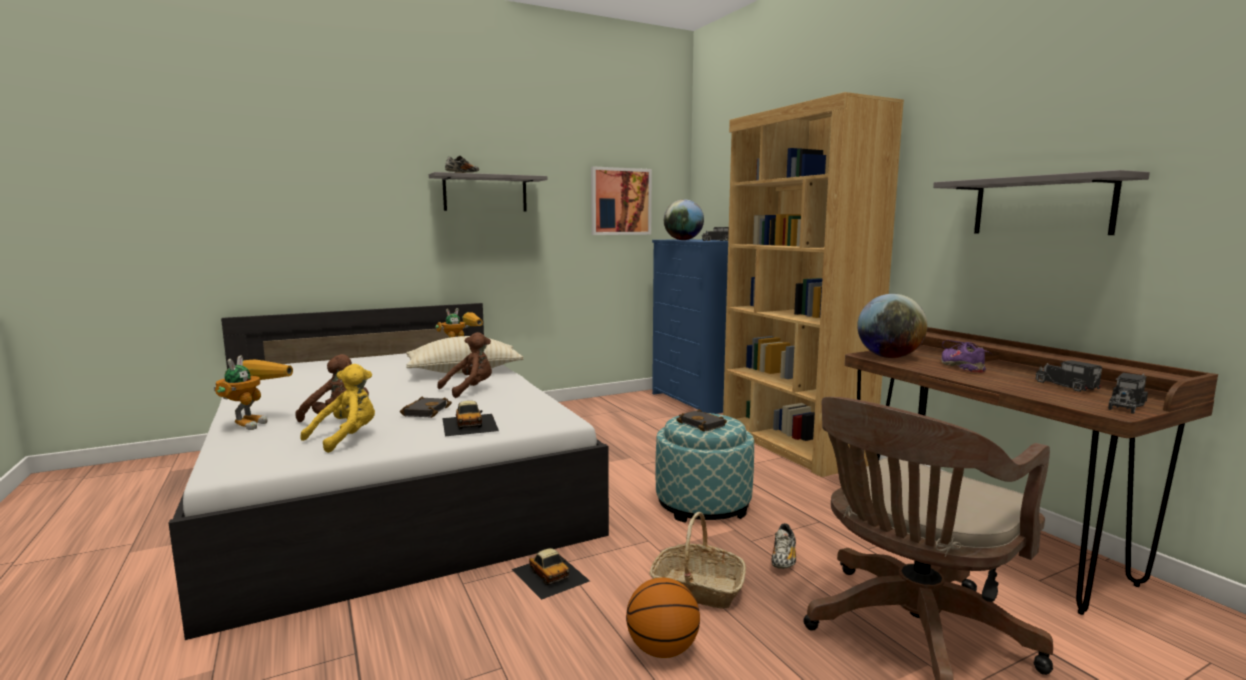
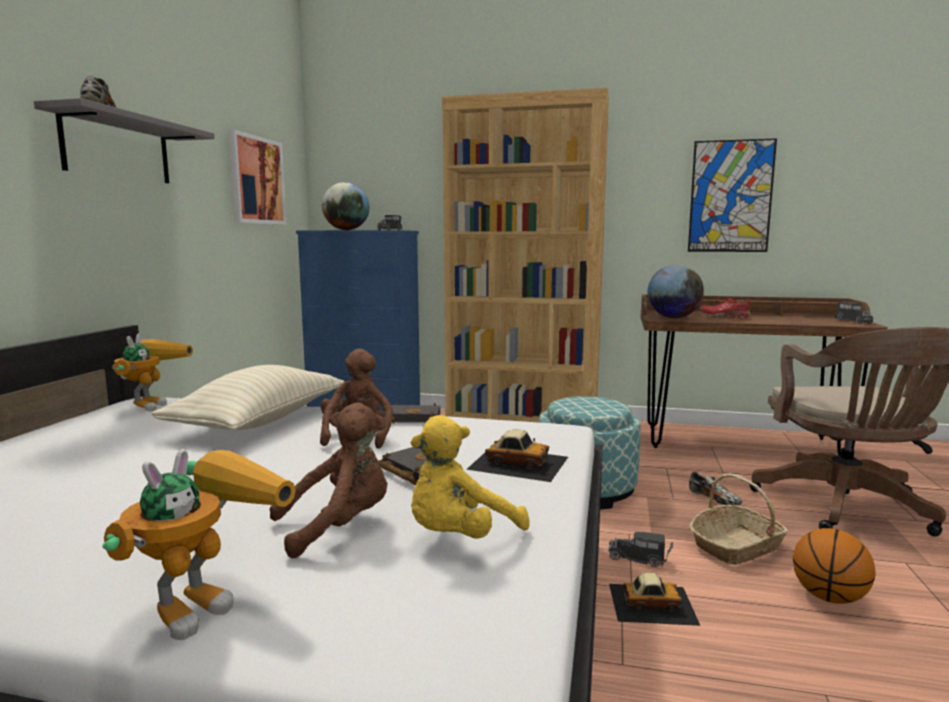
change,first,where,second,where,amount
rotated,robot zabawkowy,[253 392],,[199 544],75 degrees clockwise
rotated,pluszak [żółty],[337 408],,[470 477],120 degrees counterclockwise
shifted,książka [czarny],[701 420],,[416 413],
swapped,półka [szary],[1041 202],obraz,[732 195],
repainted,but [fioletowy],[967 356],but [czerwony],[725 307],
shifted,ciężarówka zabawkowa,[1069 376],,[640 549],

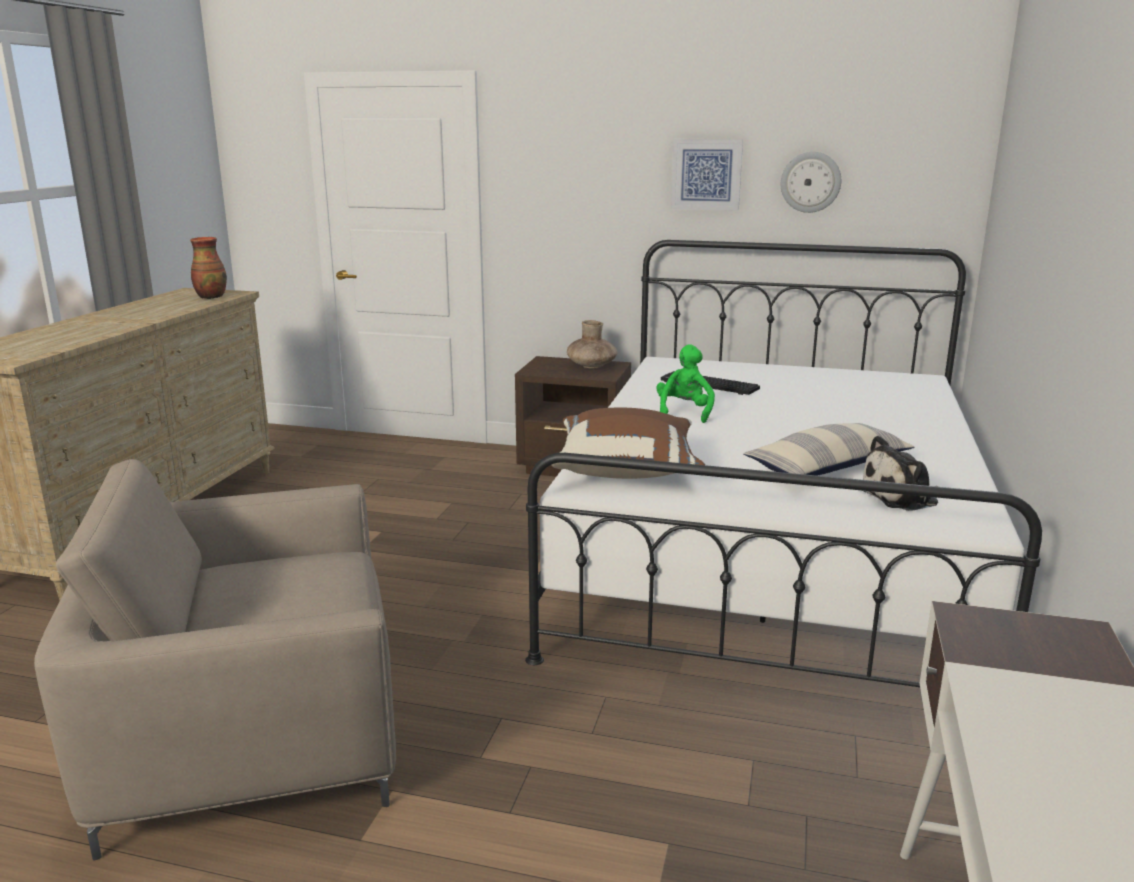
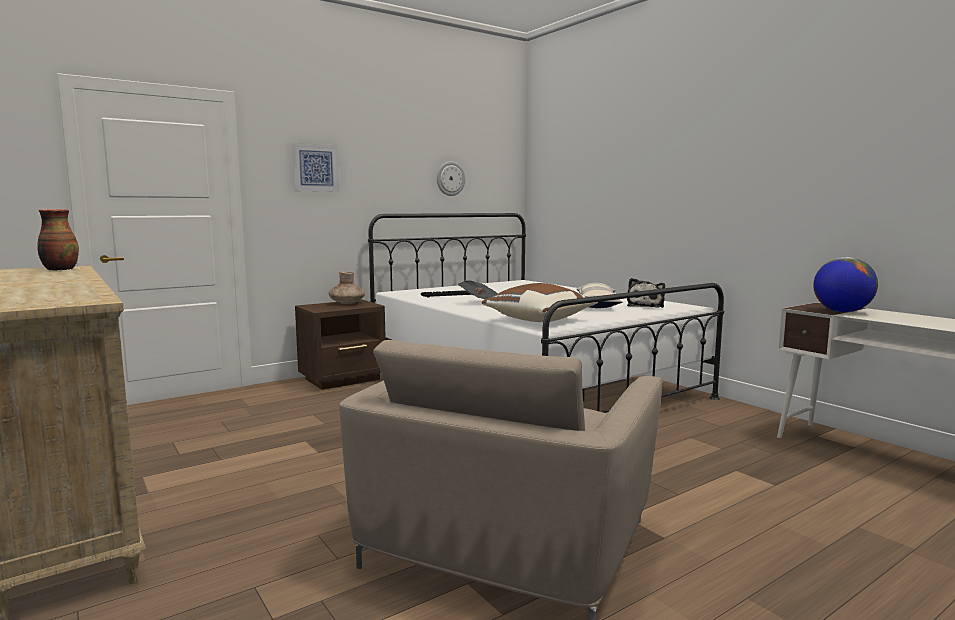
change,first,where,second,where,amount
swapped,pluszak [zielony],[685 383],gazeta,[478 289],
shifted,obraz,[707 175],,[315 167],
new,,,globus,[845 284],

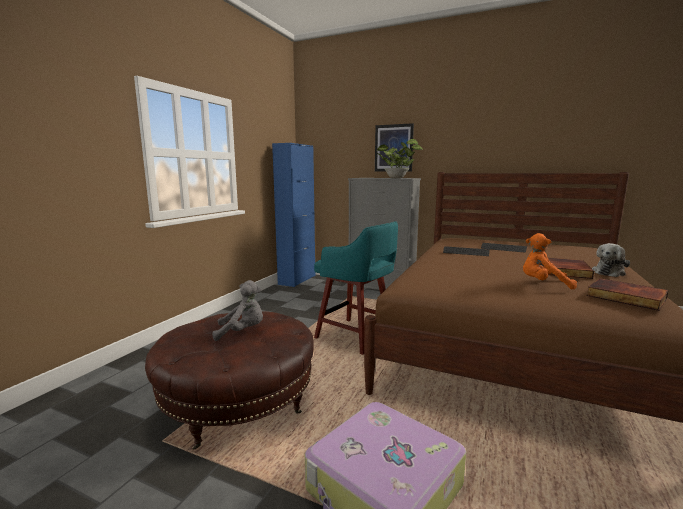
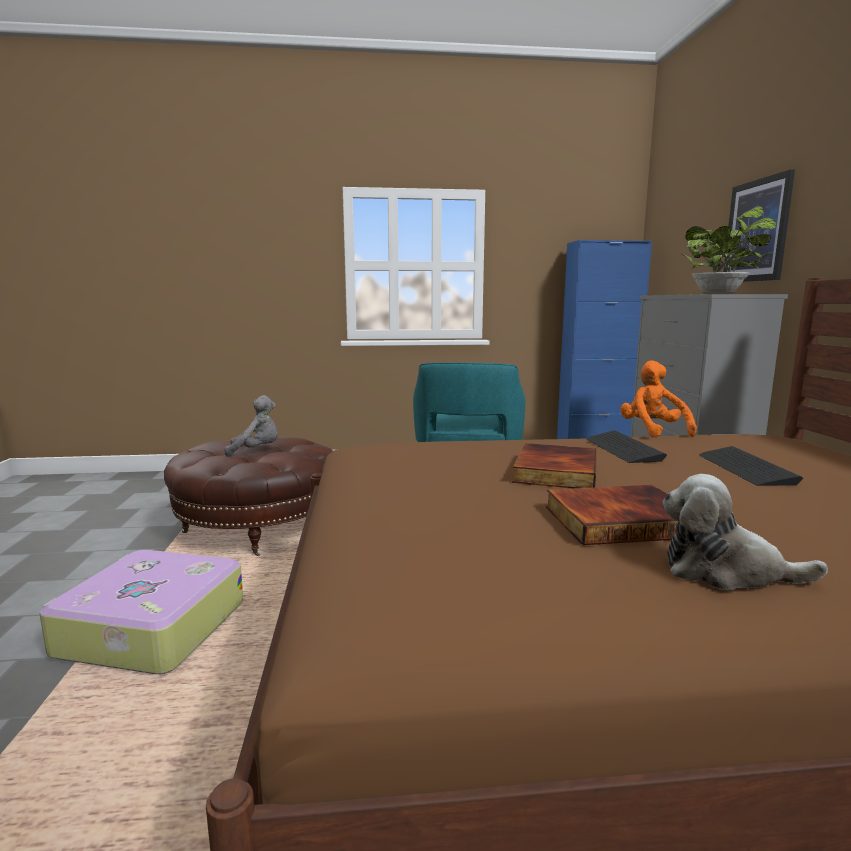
change,first,where,second,where,amount
rotated,pluszak [szary],[237 310],,[251 426],60 degrees counterclockwise
shifted,pluszak [pomarańczowy],[550 261],,[658 399],
shifted,książka,[628 294],,[554 465],

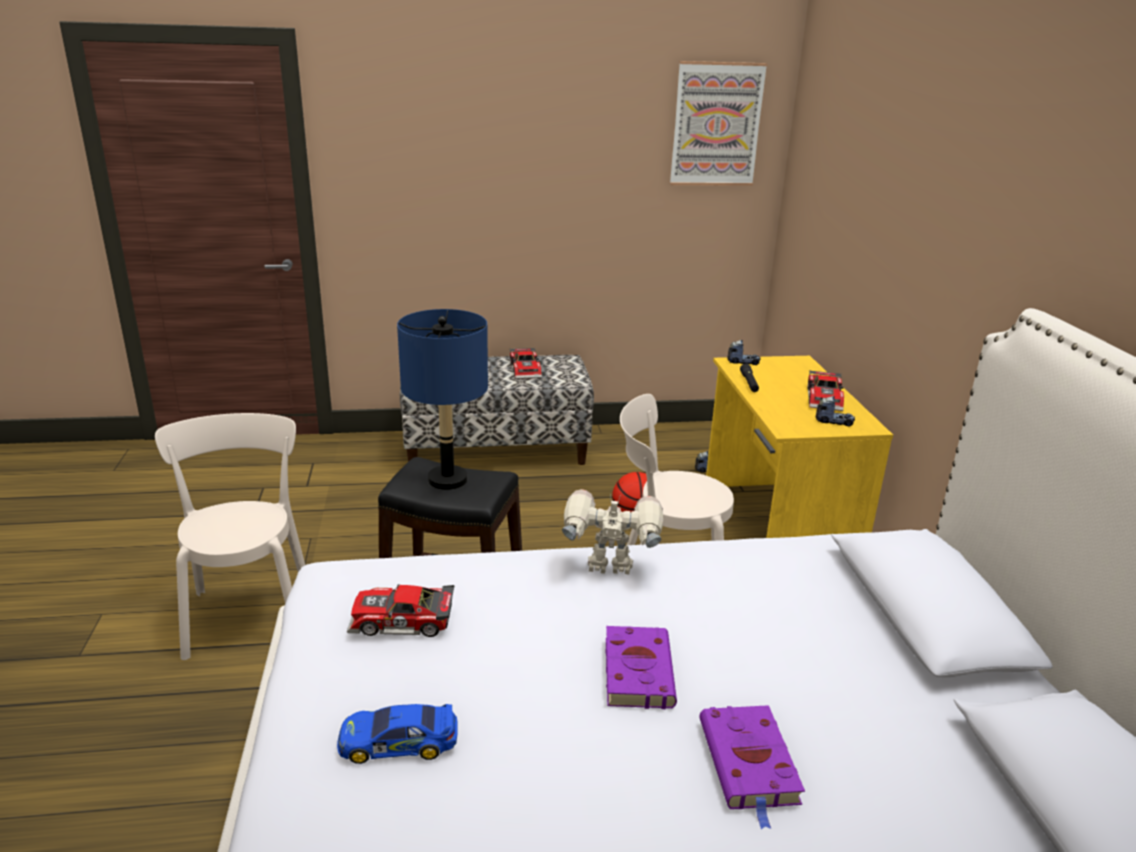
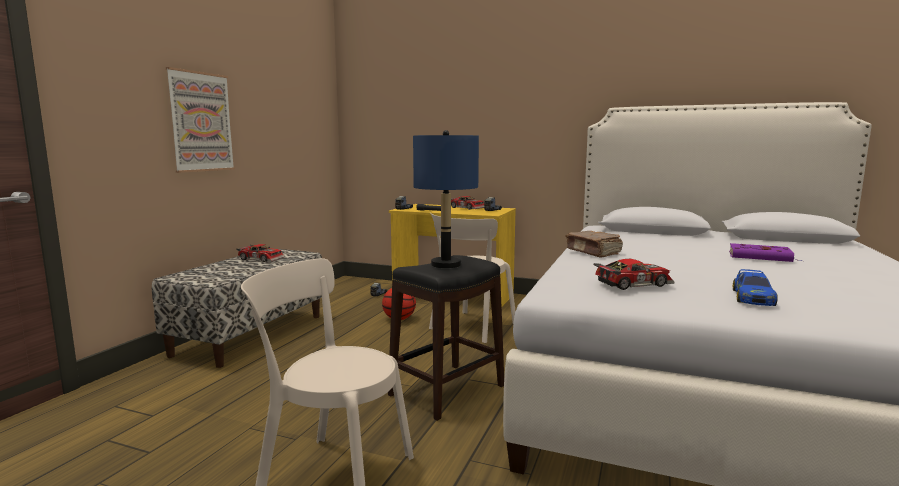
change,first,where,second,where,amount
rotated,samochodzik,[401 610],,[634 274],135 degrees counterclockwise
swapped,robot zabawkowy,[612 532],książka [brązowy],[594 244],
gone,książka [fioletowy],[641 667],,,
shifted,obraz,[718 123],,[200 120],

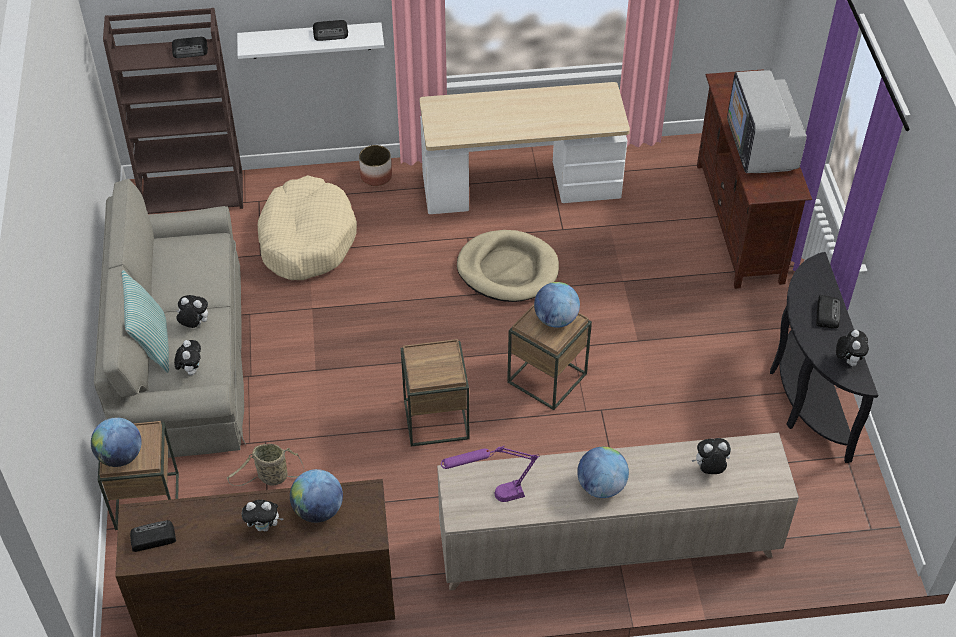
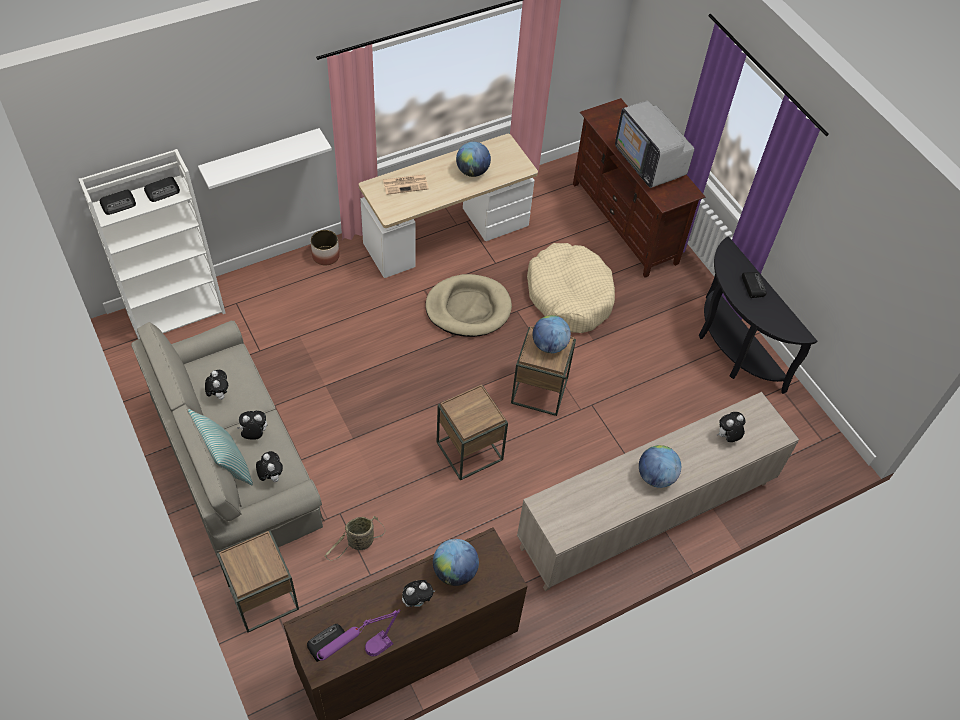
change,first,where,second,where,amount
shifted,globus,[116 442],,[473 159],
repainted,regał [brązowy],[173 111],regał [biały],[152 244],
shifted,legowisko [beżowy],[307 227],,[571 288],
shifted,radio,[330 30],,[118 202],
shifted,lampa stołowa [fioletowy],[490 474],,[358 635],
shifted,pluszak,[852 348],,[216 385],
new,,,gazeta,[406 184],

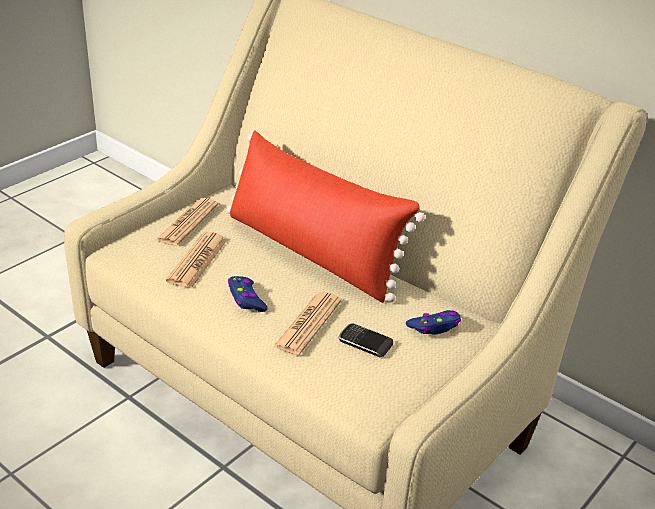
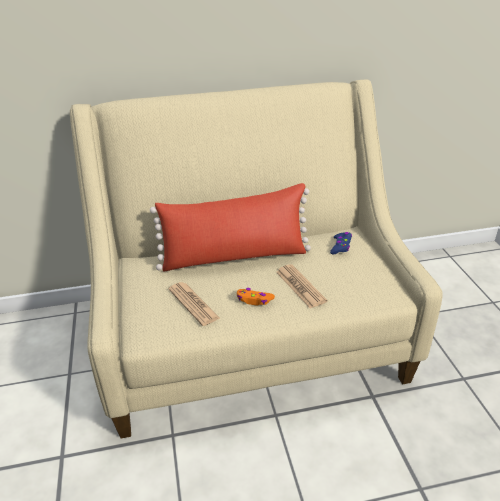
change,first,where,second,where,amount
gone,gazeta,[187 222],,,
repainted,pad do gier [niebieski],[248 294],pad do gier [pomarańczowy],[256 296],
gone,telefon,[365 340],,,

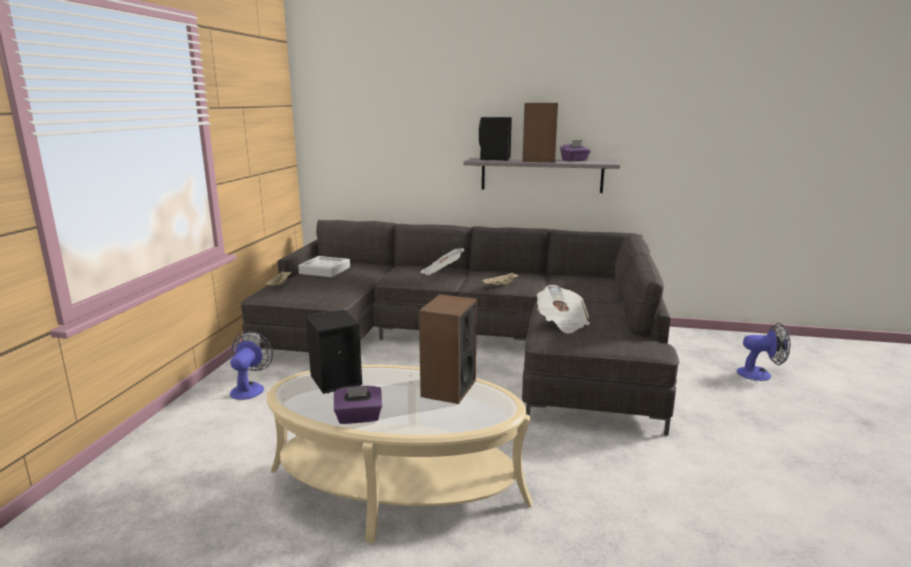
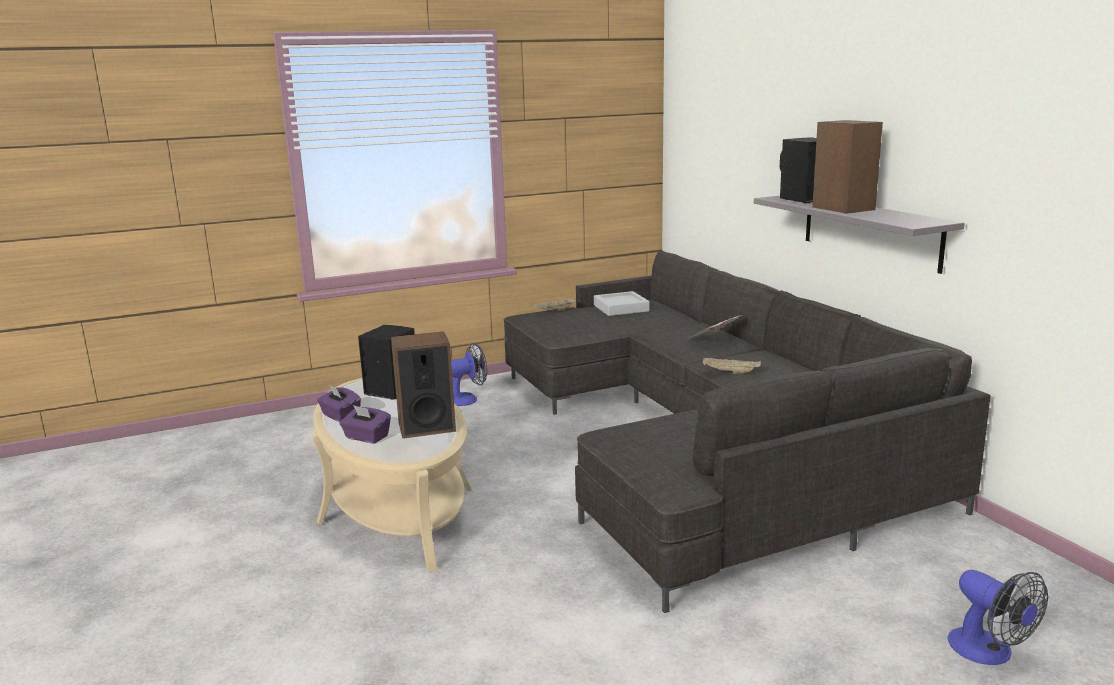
change,first,where,second,where,amount
gone,gazeta,[563 309],,,
shifted,pudełko chusteczek [fioletowy],[575 151],,[365 424],

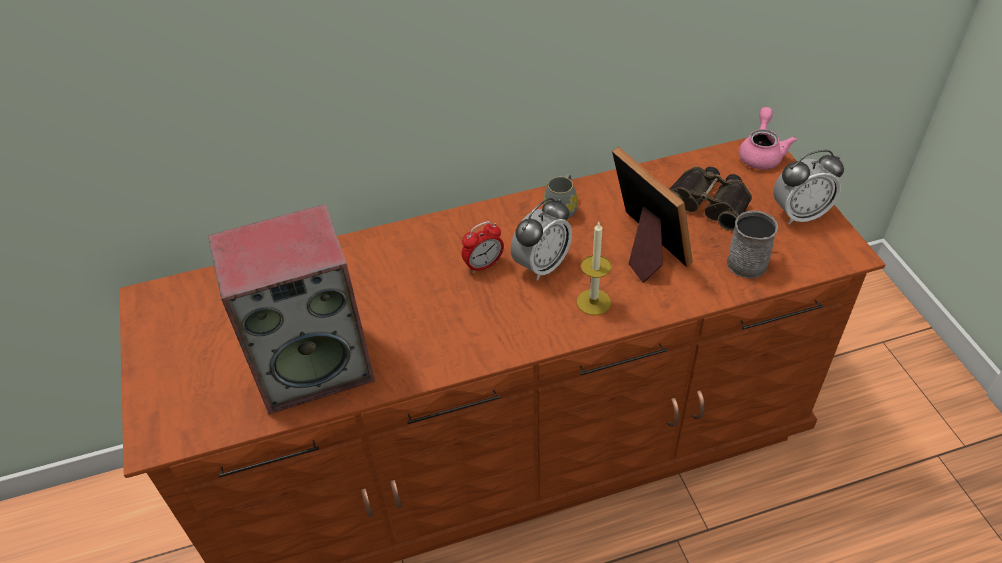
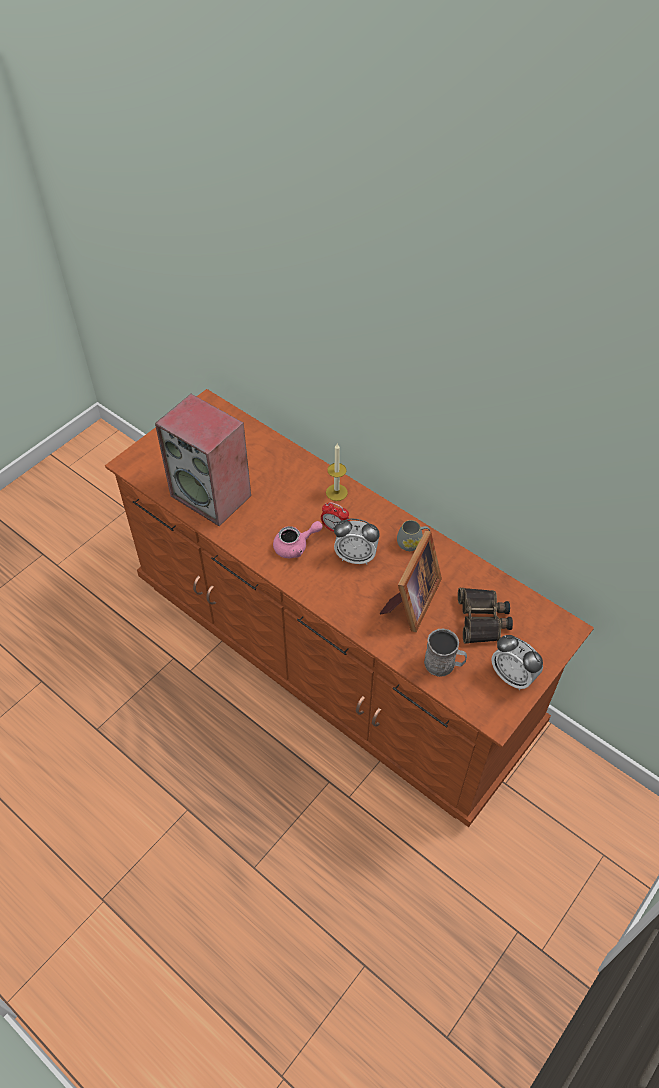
change,first,where,second,where,amount
shifted,świeca,[594 268],,[337 472],
shifted,imbryk [różowy],[768 138],,[298 539],

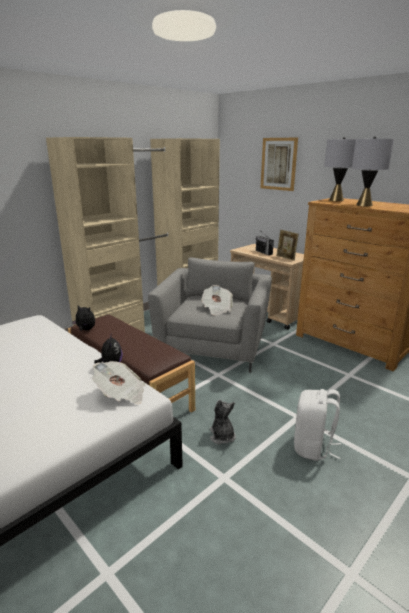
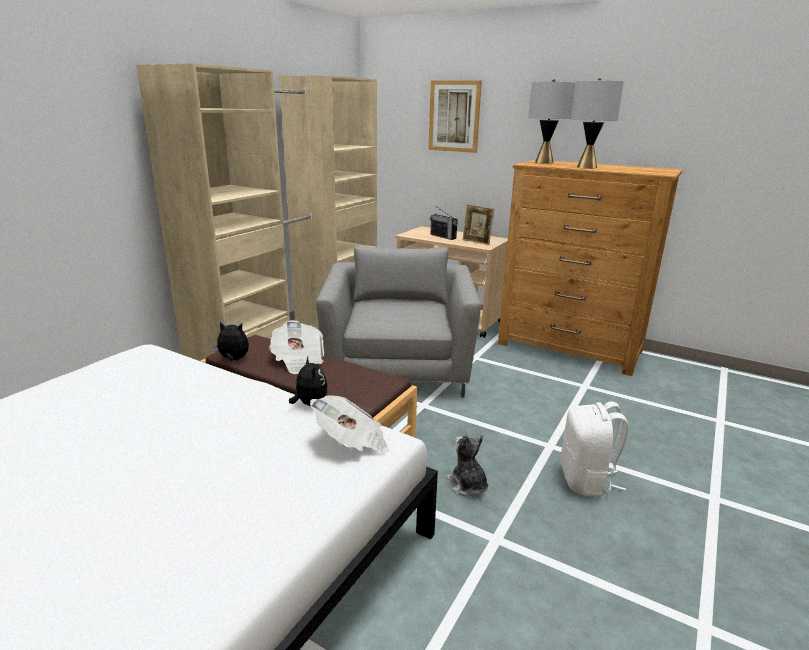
change,first,where,second,where,amount
shifted,gazeta,[217 300],,[296 347],

